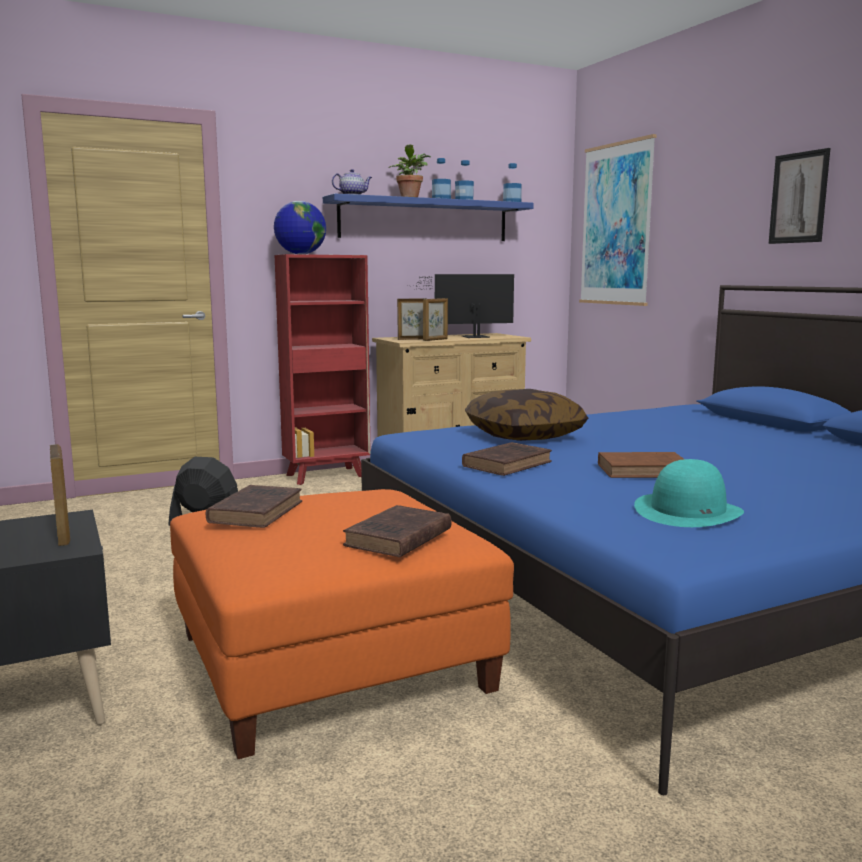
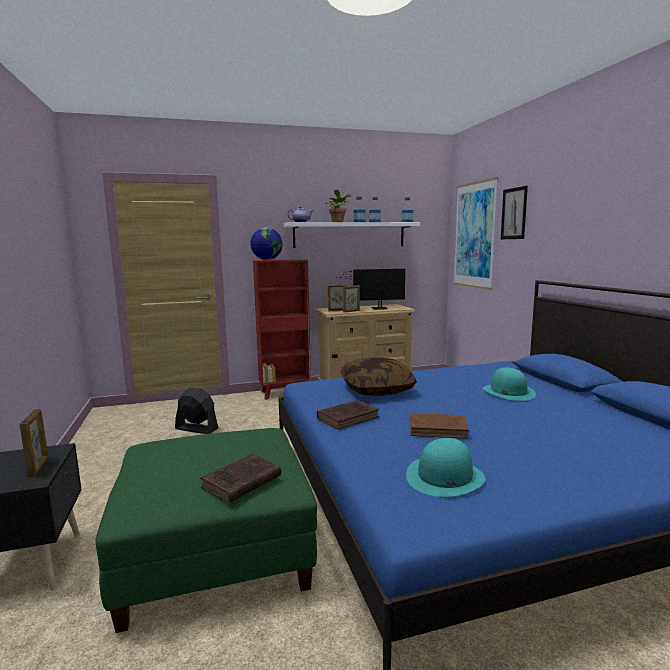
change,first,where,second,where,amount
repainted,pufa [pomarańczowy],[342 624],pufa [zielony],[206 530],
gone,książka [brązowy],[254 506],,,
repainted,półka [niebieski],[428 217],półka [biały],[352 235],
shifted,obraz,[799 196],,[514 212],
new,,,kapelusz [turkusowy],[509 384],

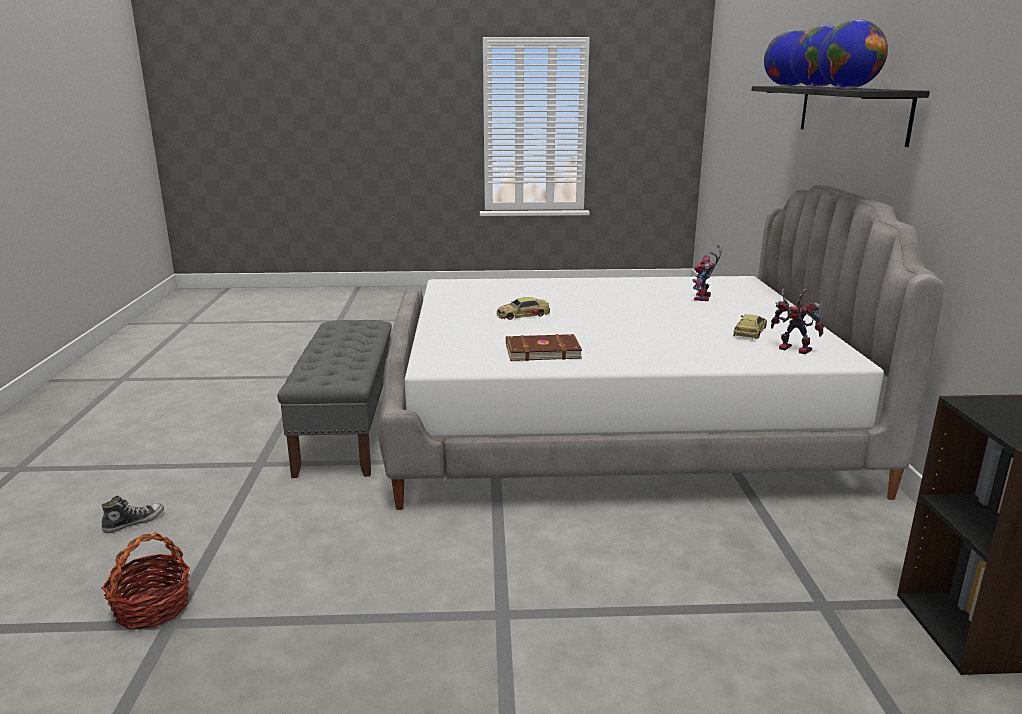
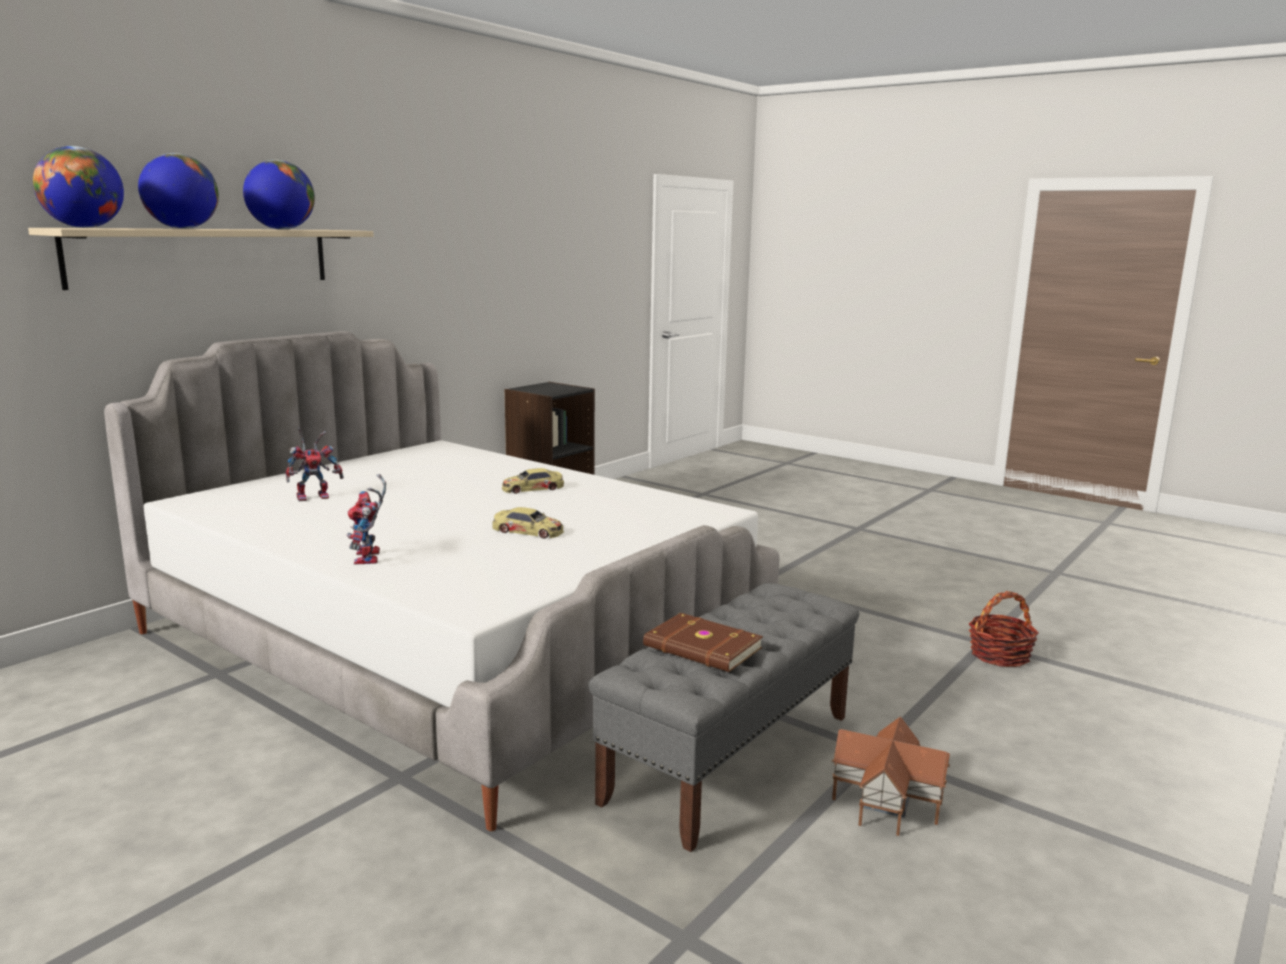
change,first,where,second,where,amount
gone,but,[132 515],,,
shifted,książka [brązowy],[544 347],,[703 642],
shifted,samochodzik,[750 326],,[533 481],
repainted,półka [czarny],[841 116],półka [beżowy],[201 259],
shifted,robot zabawkowy,[797 321],,[366 519],
new,,,domek,[891 776],

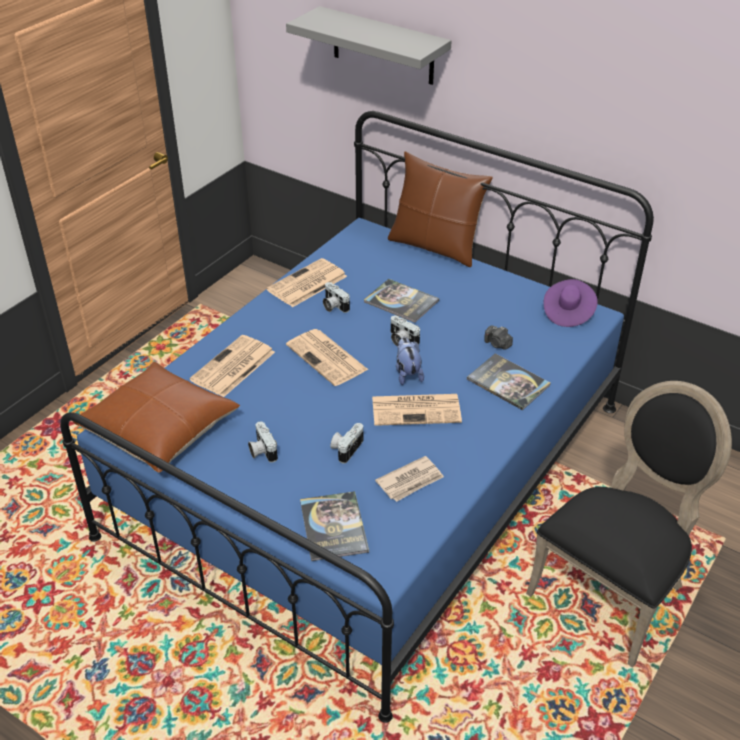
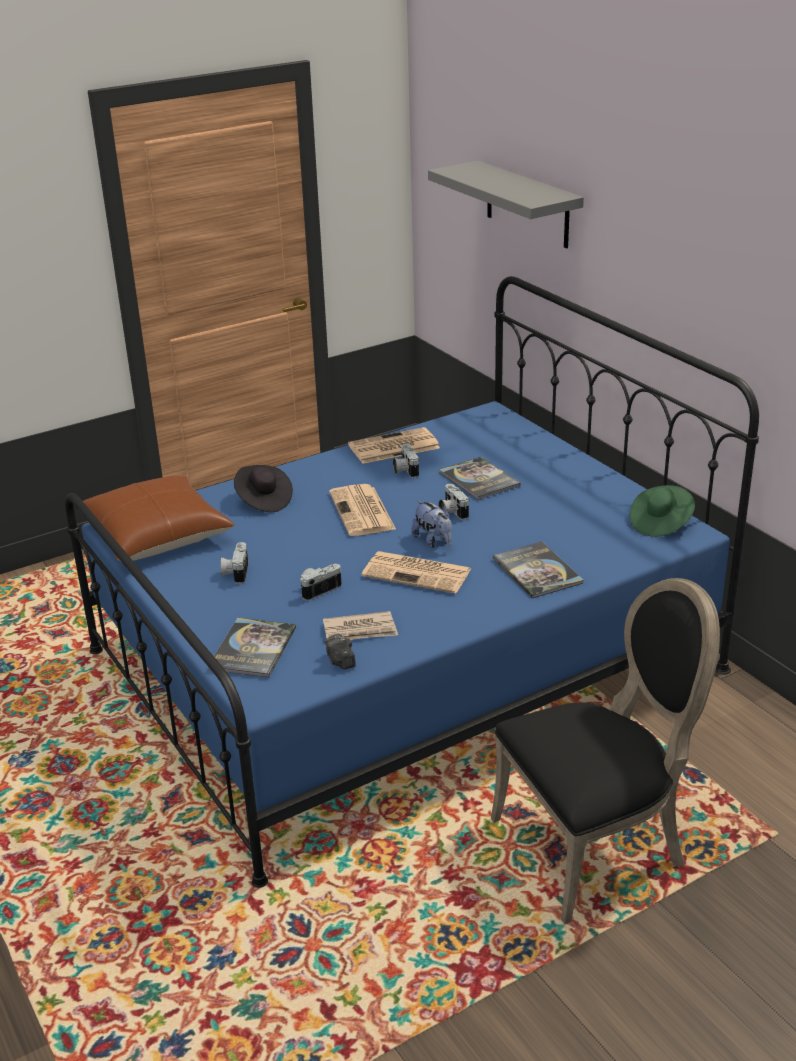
change,first,where,second,where,amount
swapped,gazeta,[232 366],kapelusz [czarny],[263 488],
gone,poduszka [brązowy],[440 209],,,
rotated,pluszak,[410 361],,[431 524],135 degrees clockwise
shifted,aparat fotograficzny,[499 337],,[340 651],
repainted,kapelusz [fioletowy],[571 303],kapelusz [zielony],[662 511],

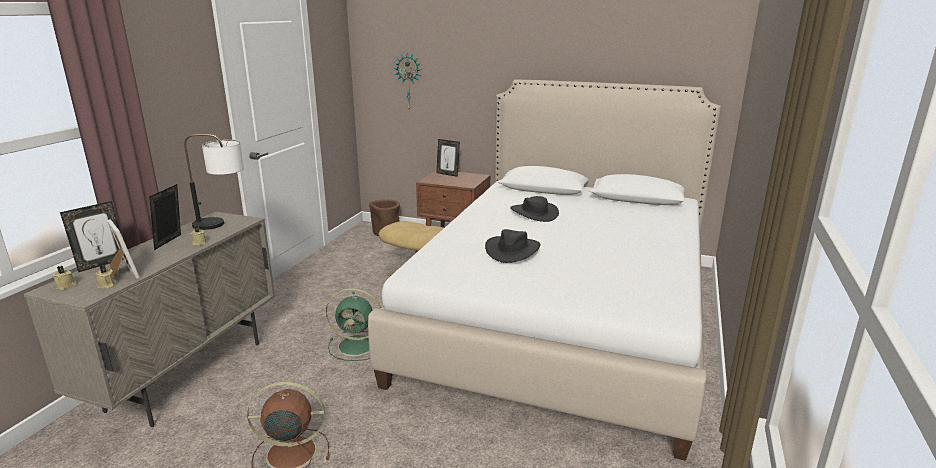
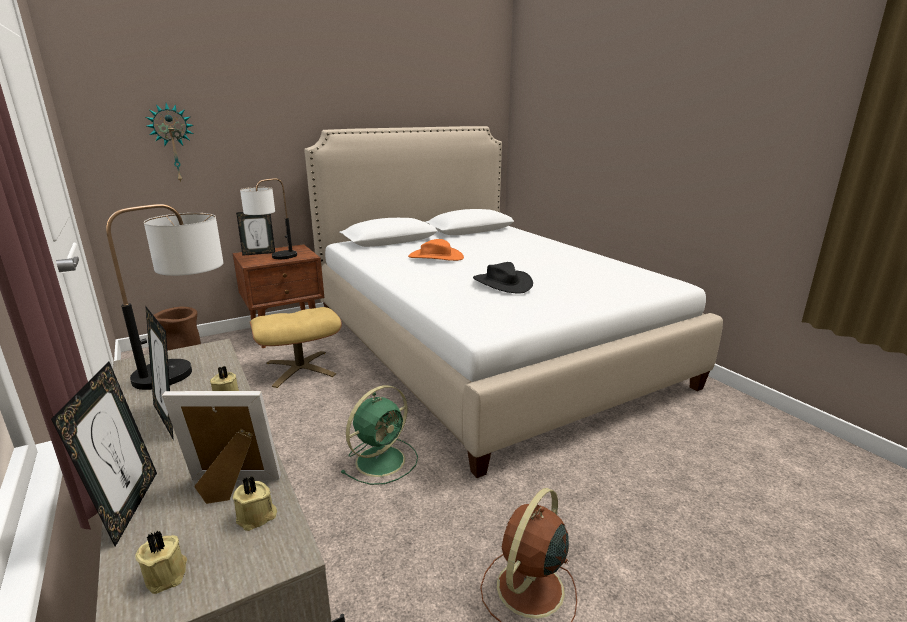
change,first,where,second,where,amount
repainted,kapelusz [czarny],[534 209],kapelusz [pomarańczowy],[436 250],
new,,,lampa stołowa,[268 218],

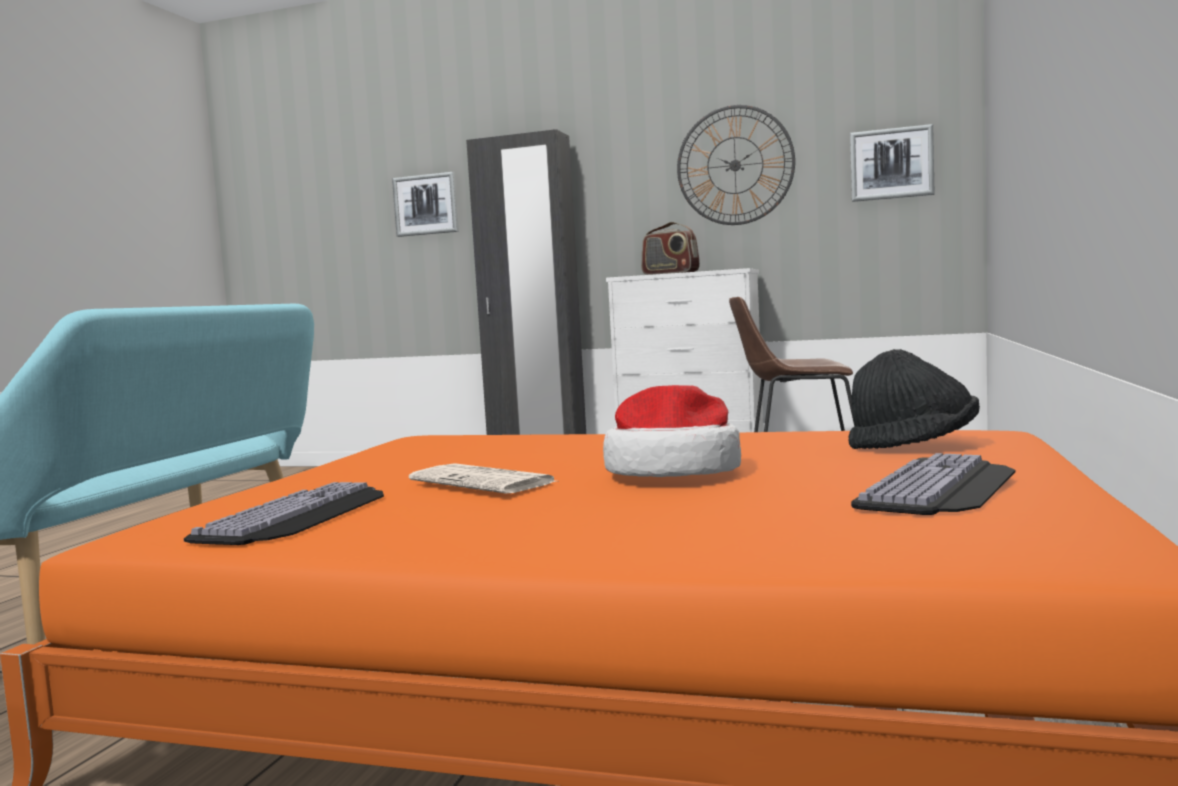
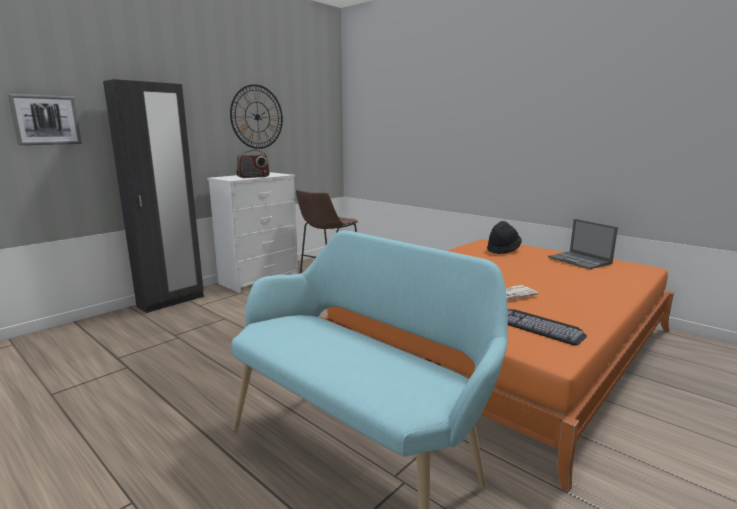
change,first,where,second,where,amount
gone,kapelusz,[672 431],,,
gone,obraz,[892 163],,,
swapped,klawiatura,[933 484],laptop,[583 244],

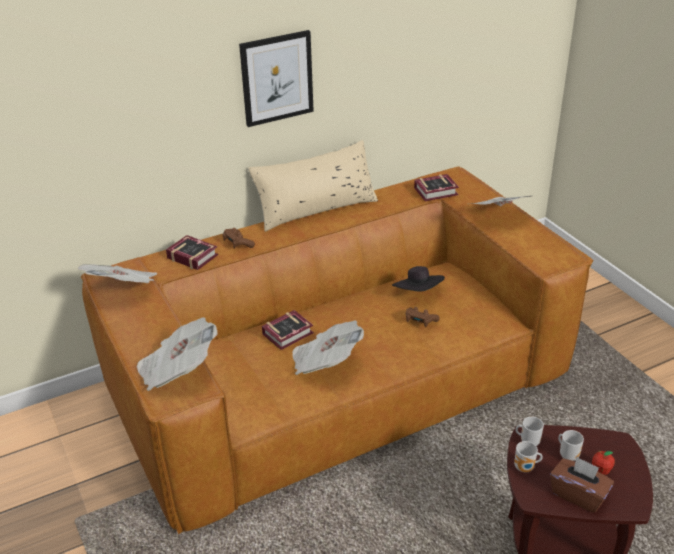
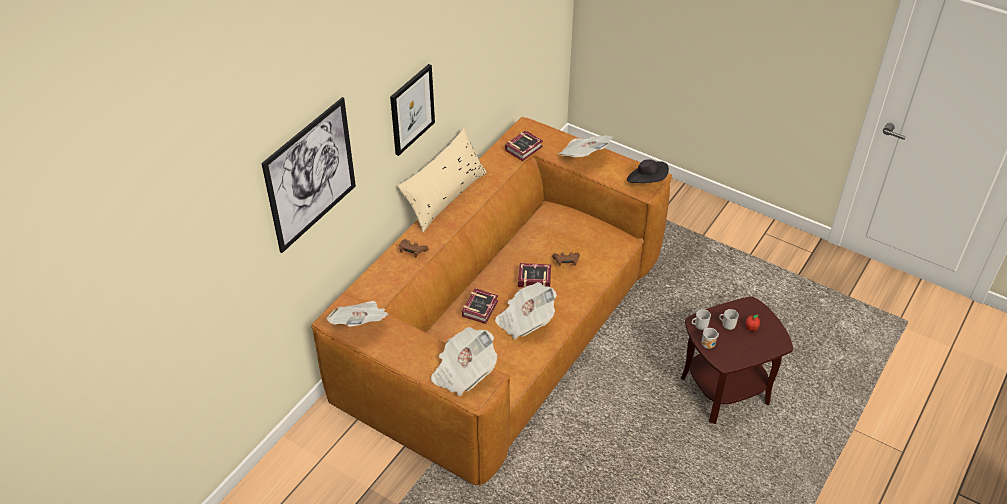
change,first,where,second,where,amount
shifted,książka,[192 252],,[534 275],
shifted,kapelusz [czarny],[418 279],,[648 171],
gone,pudełko chusteczek [brązowy],[582 484],,,
new,,,obraz,[308 175],

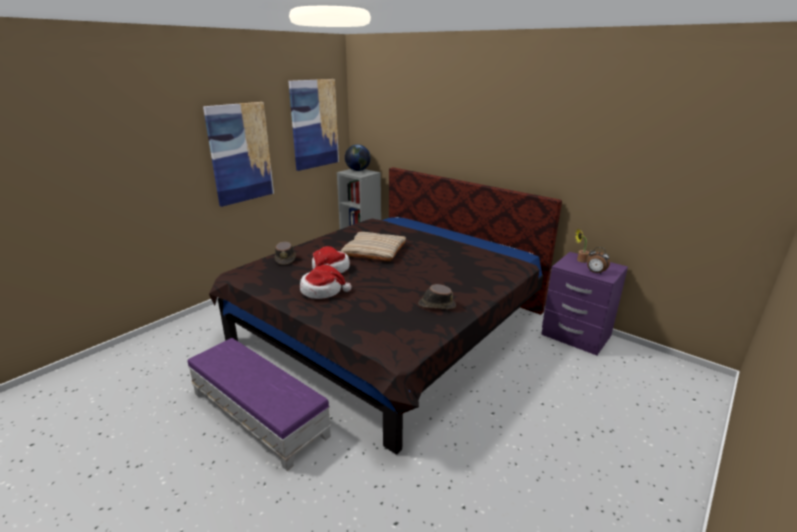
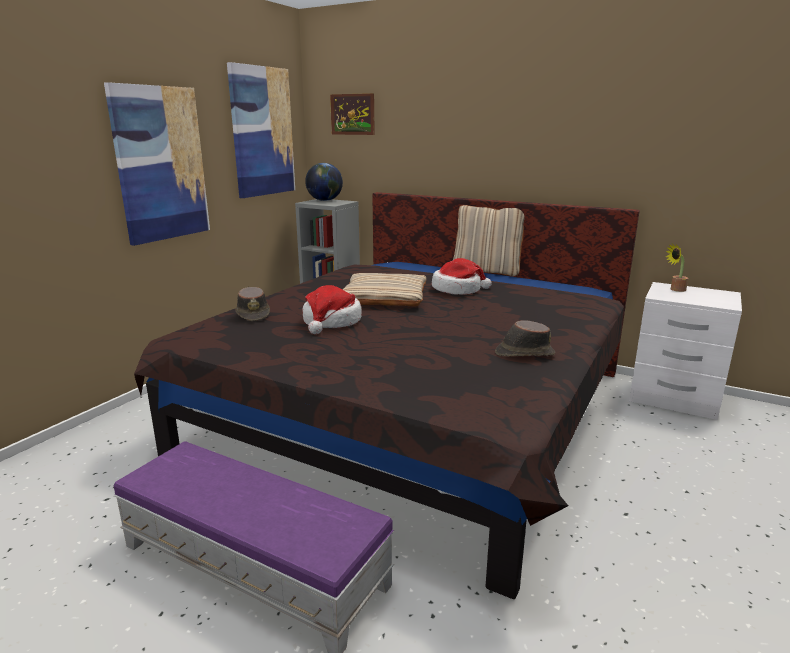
change,first,where,second,where,amount
shifted,kapelusz,[325 282],,[462 276],
repainted,szafka nocna [fioletowy],[584 303],szafka nocna [biały],[685 351],
gone,budzik,[598 260],,,
new,,,obraz,[352 114],
new,,,poduszka [beżowy],[489 240],

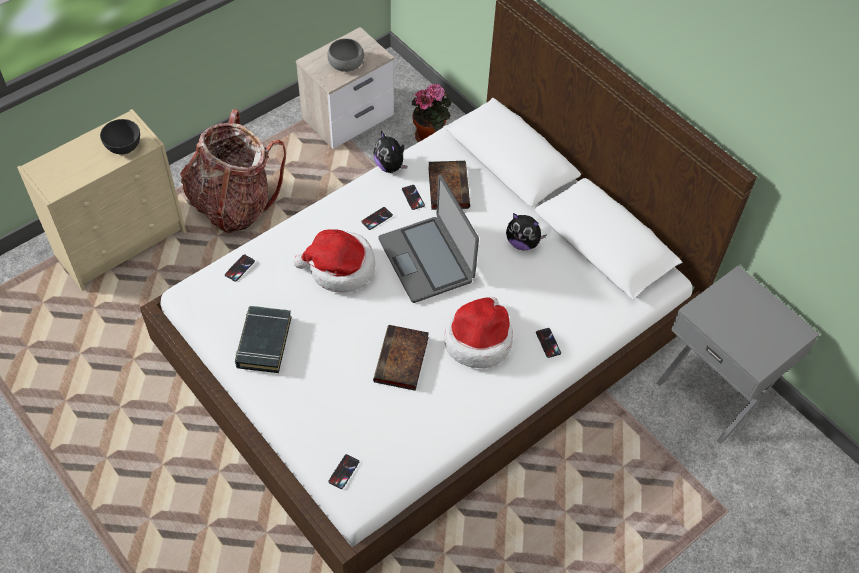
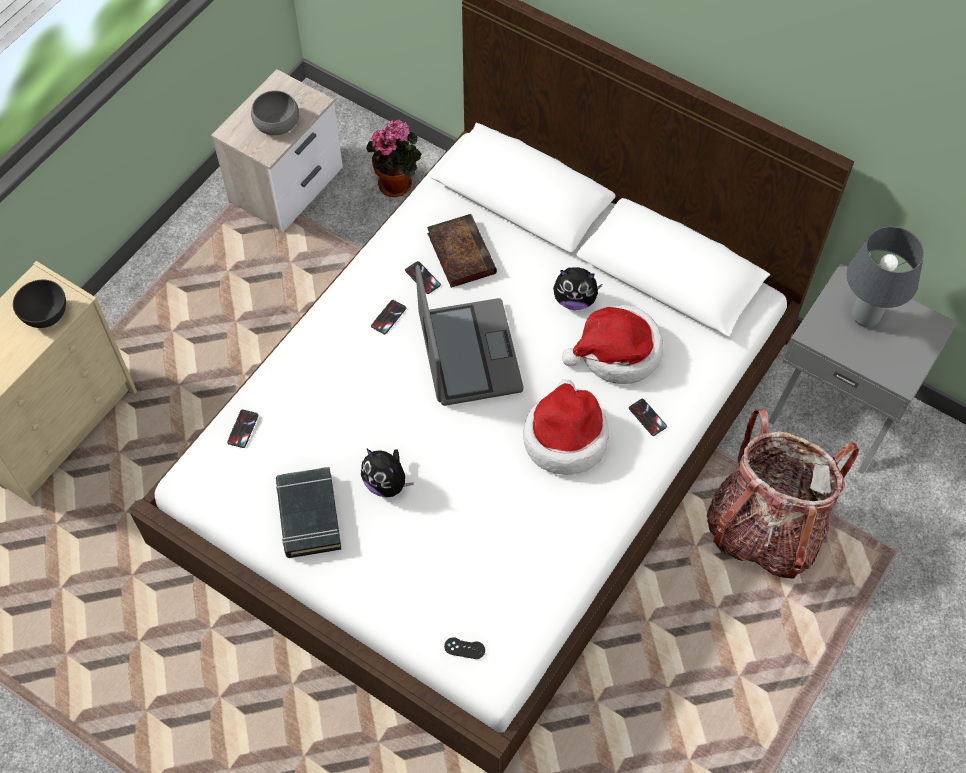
change,first,where,second,where,amount
shifted,plecak,[233 171],,[783 494],
shifted,kapelusz,[334 261],,[613 344],
swapped,telefon,[343 471],pad do gier [czarny],[464 648],
gone,książka,[401 358],,,
shifted,pluszak,[390 152],,[387 473],
rotated,laptop,[429 239],,[469 335],150 degrees counterclockwise
new,,,lampa stołowa [szary],[885 276],

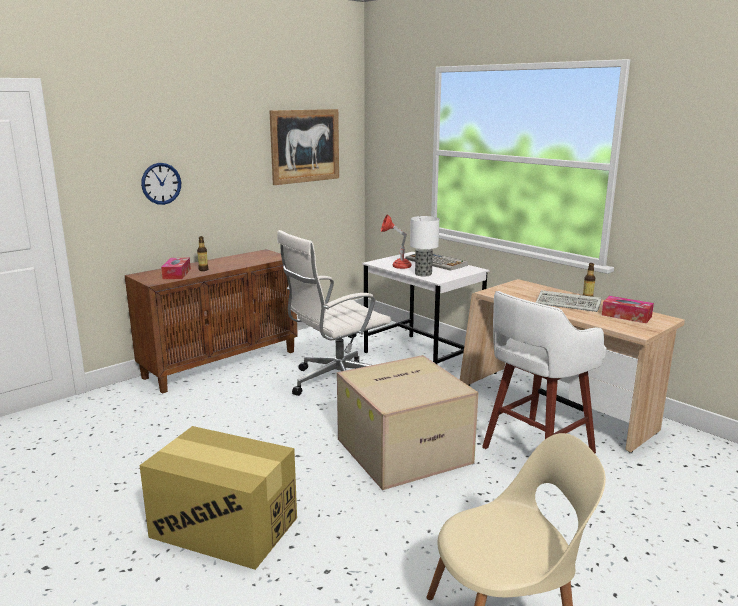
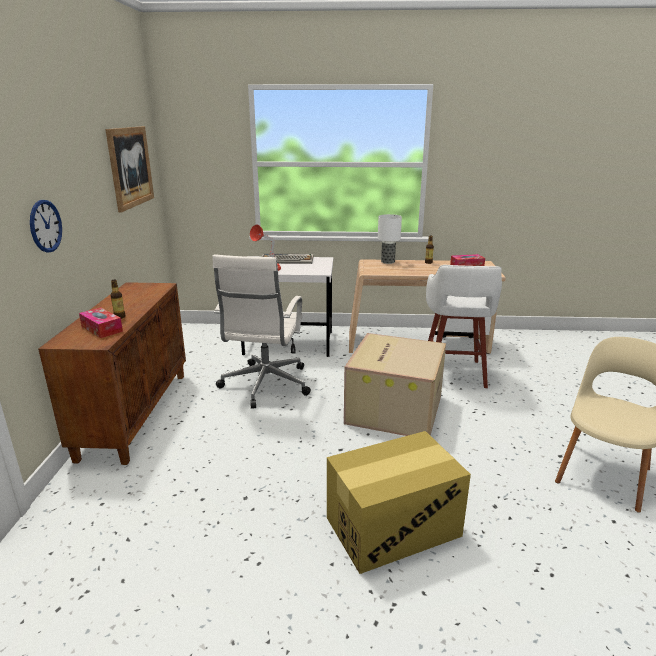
change,first,where,second,where,amount
shifted,lampa stołowa,[424 246],,[390 239],
gone,klawiatura,[569 301],,,

